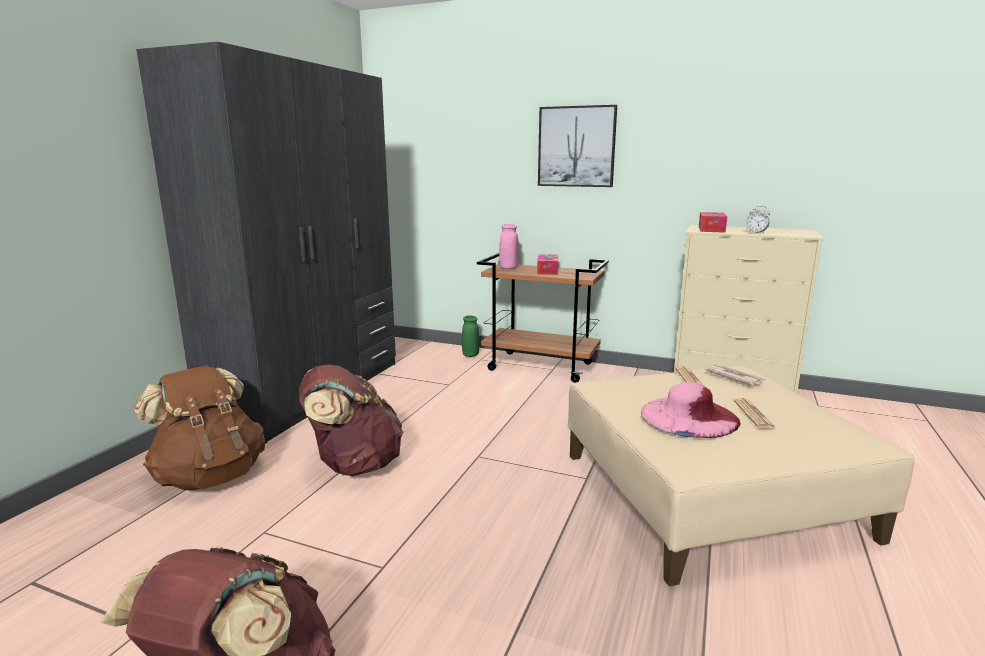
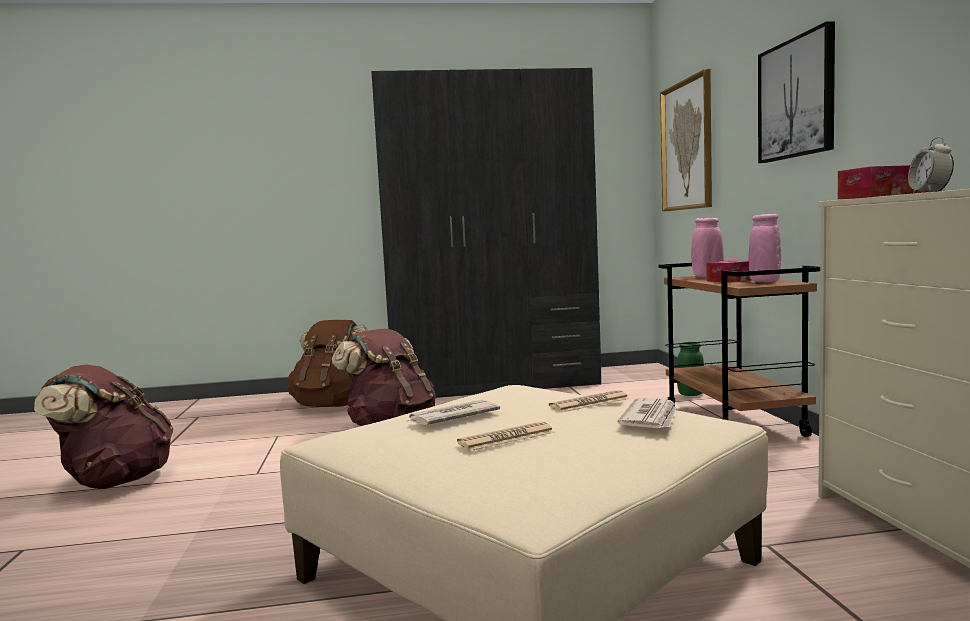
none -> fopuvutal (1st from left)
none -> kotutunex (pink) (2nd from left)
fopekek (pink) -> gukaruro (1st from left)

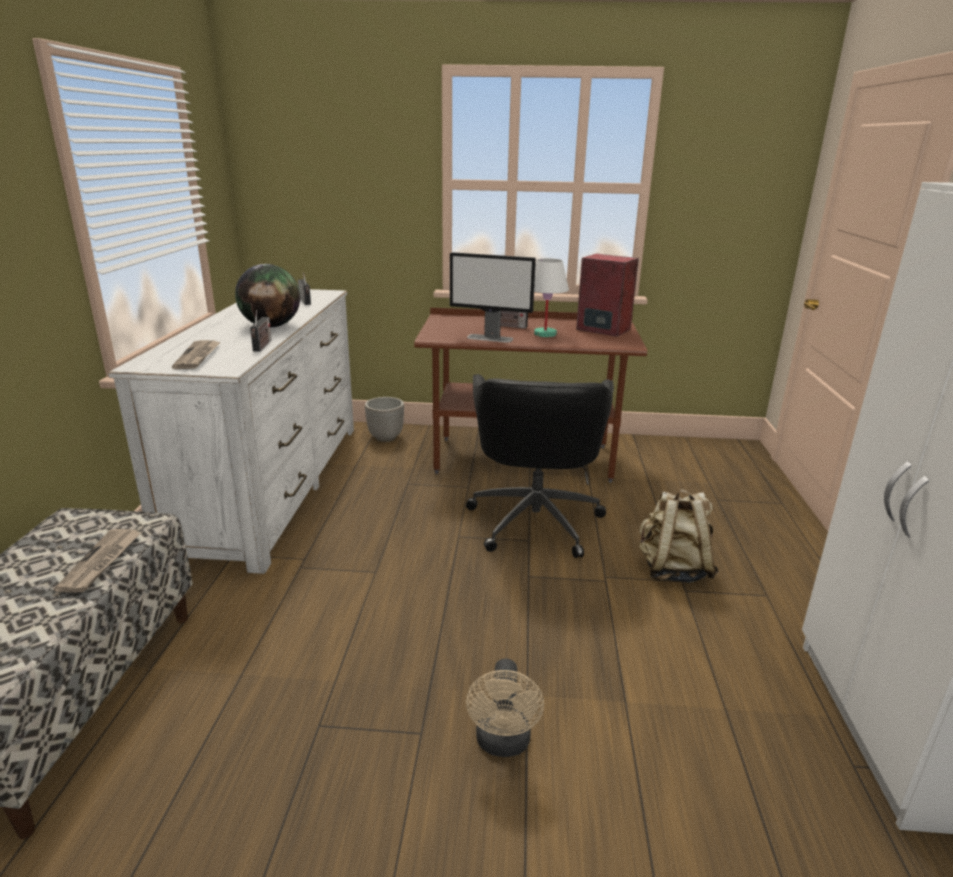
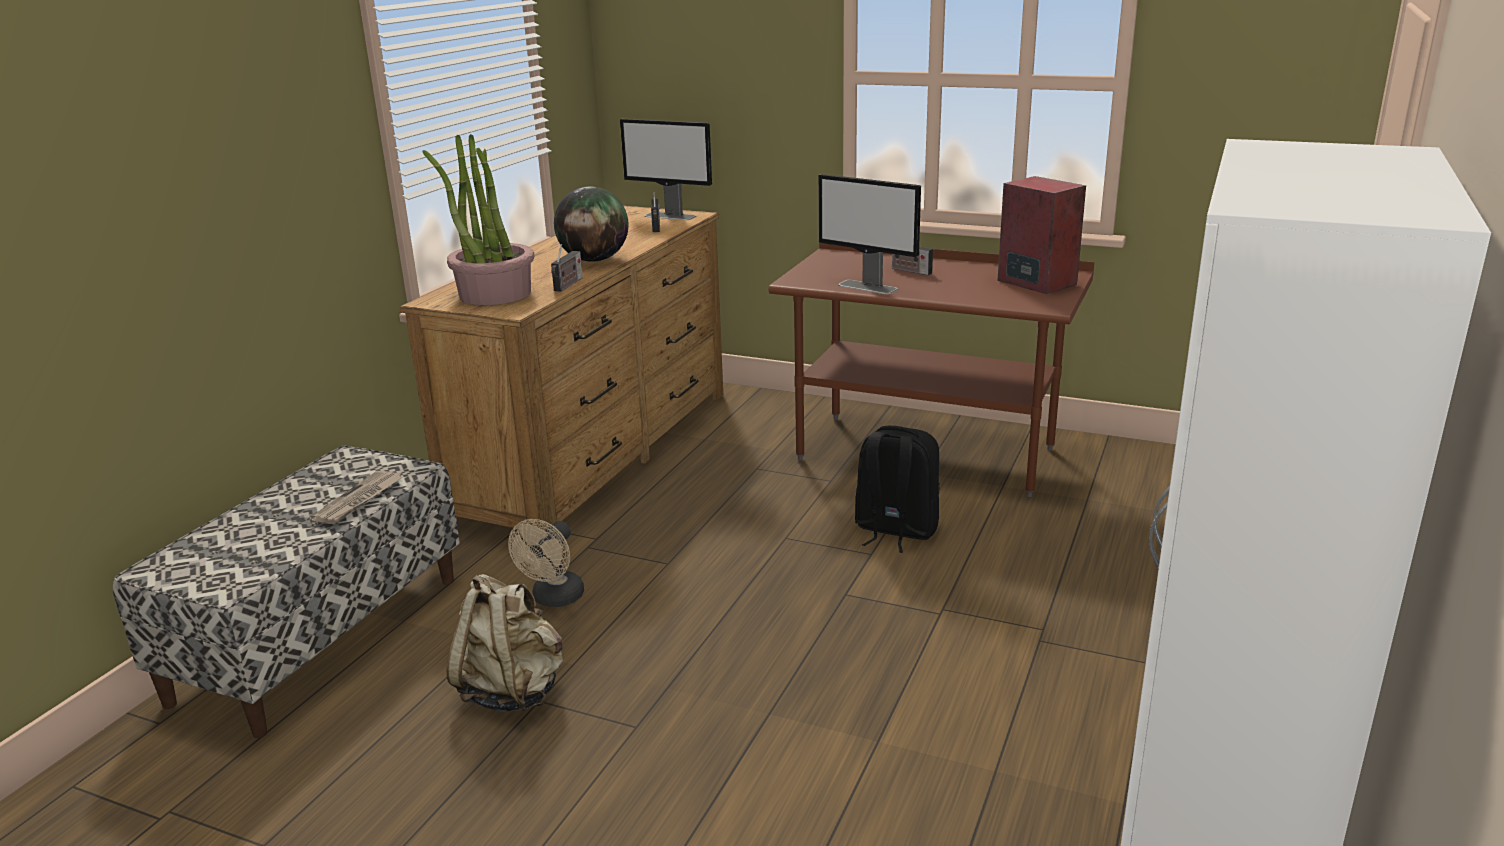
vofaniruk -> none
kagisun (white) -> none
none -> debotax (1st from left)
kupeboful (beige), move
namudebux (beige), move
gukaruro (2nd from left) -> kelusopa
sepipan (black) -> namudebux (black)
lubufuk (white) -> lubufuk (brown)

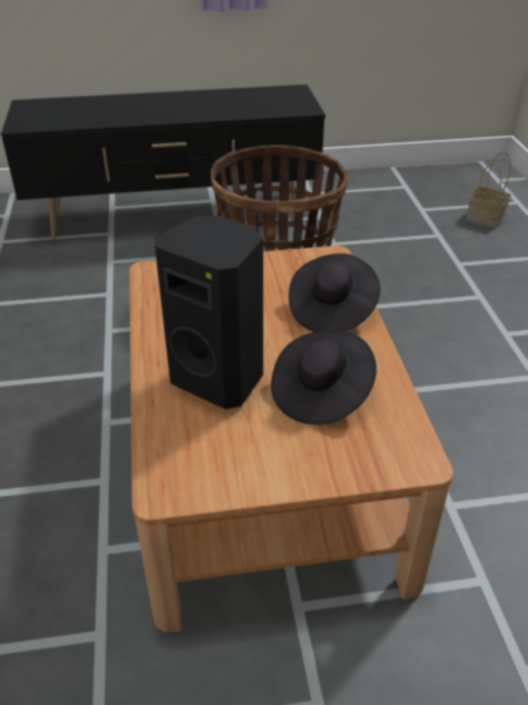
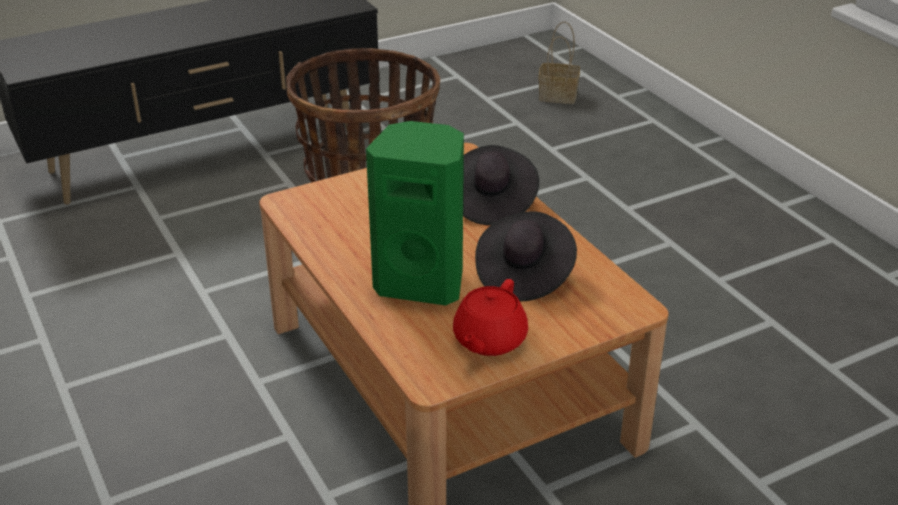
none -> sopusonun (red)
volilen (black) -> volilen (green)

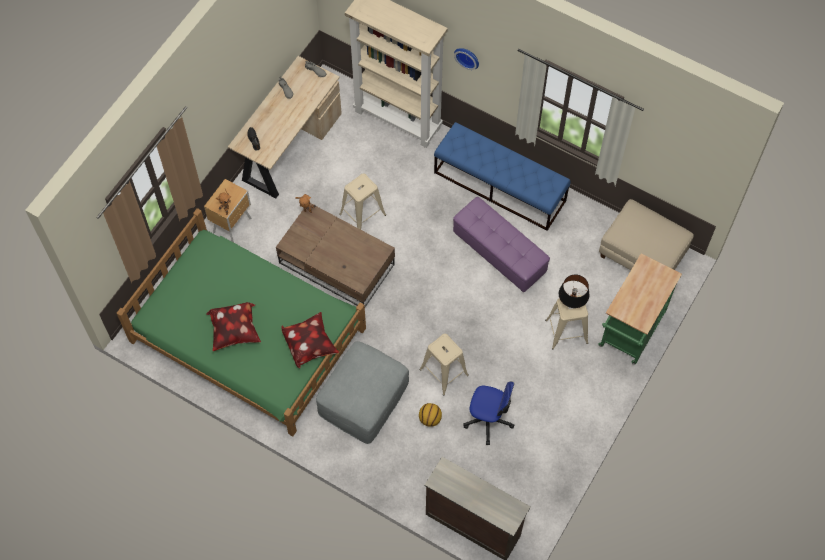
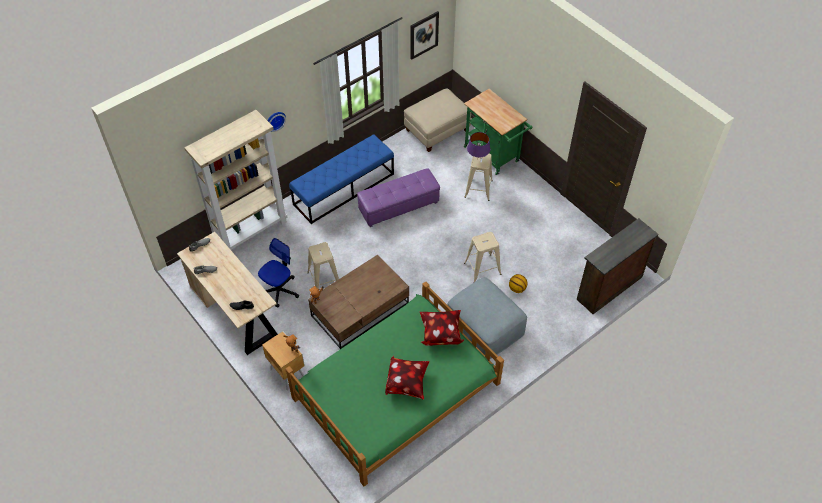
none -> fopuvutal
sepipan, move
kagisun (black) -> kagisun (purple)

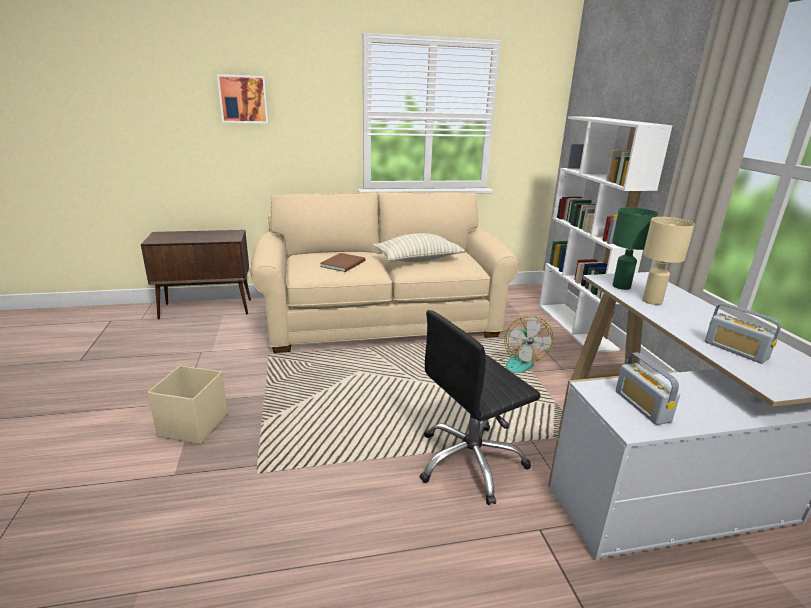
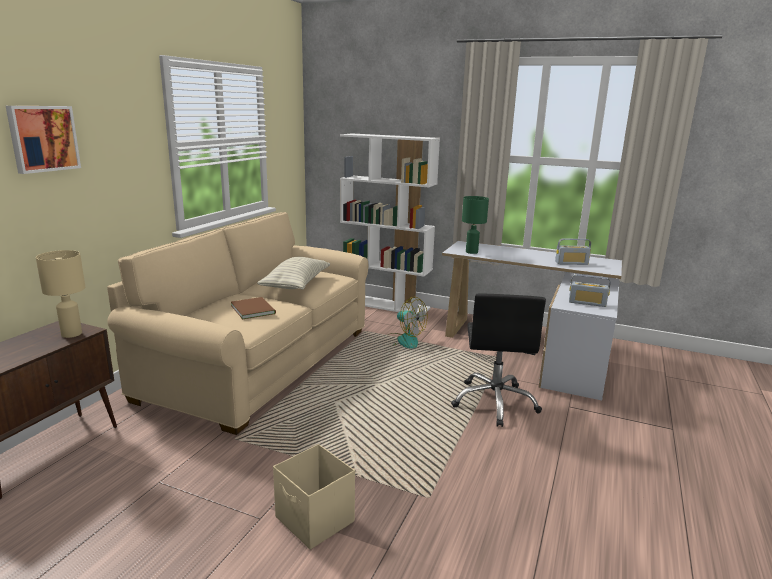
kagisun (beige), move

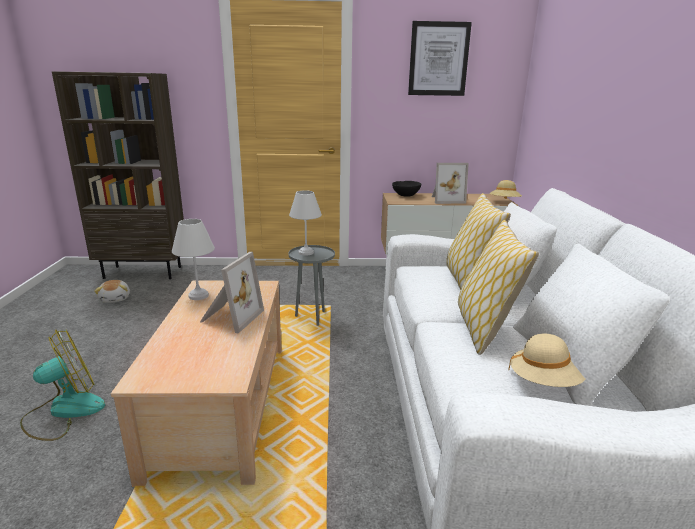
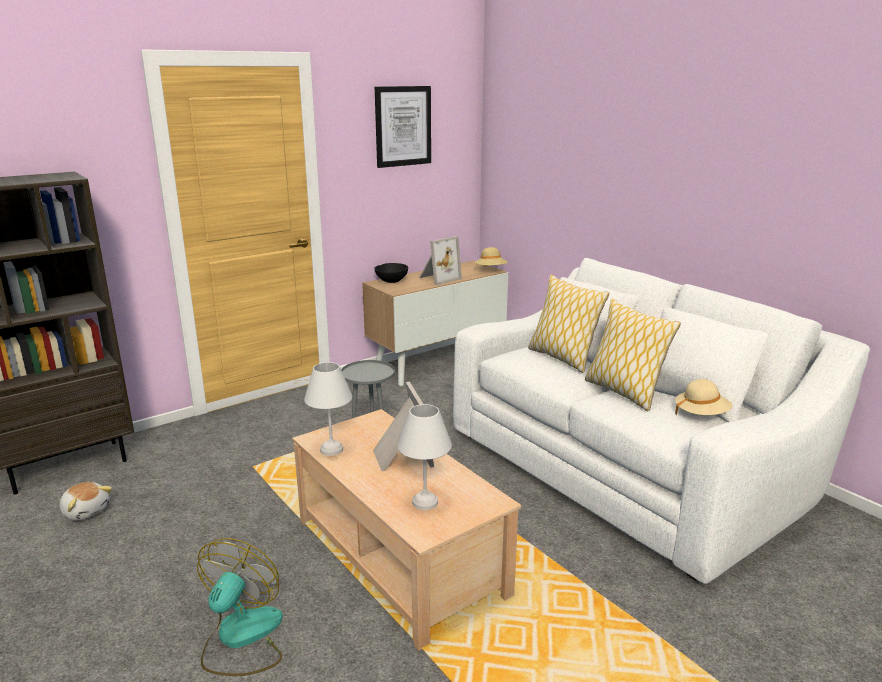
kagisun (white) (2nd from left), move

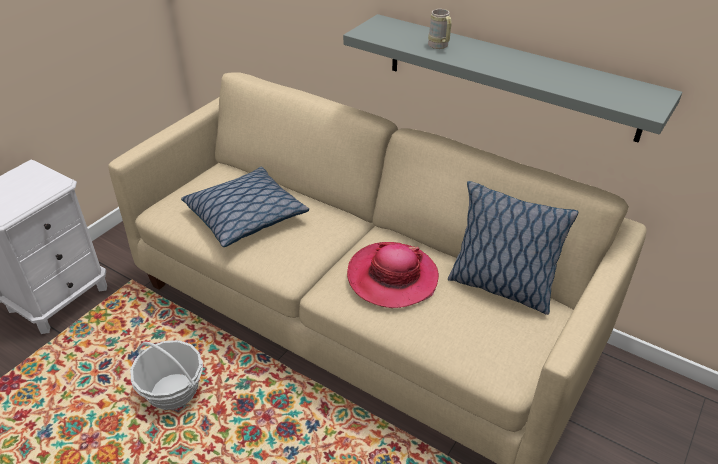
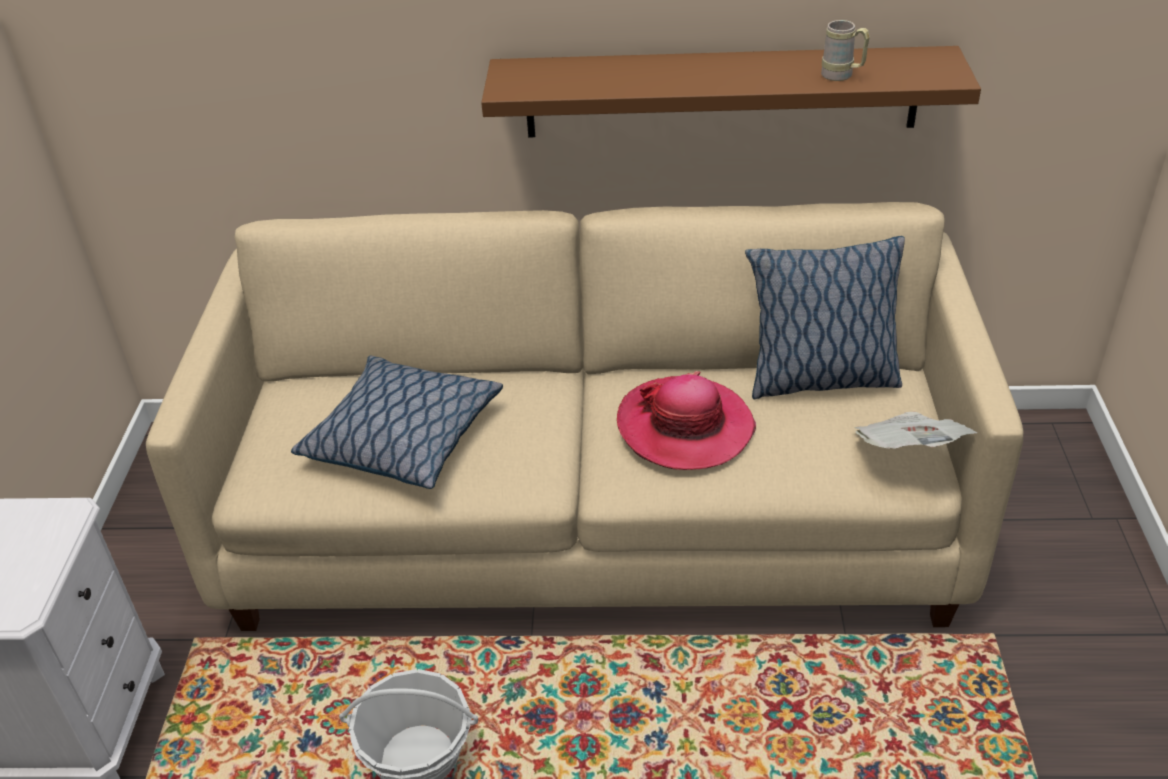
none -> gukaruro
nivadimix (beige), move
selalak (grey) -> selalak (brown)

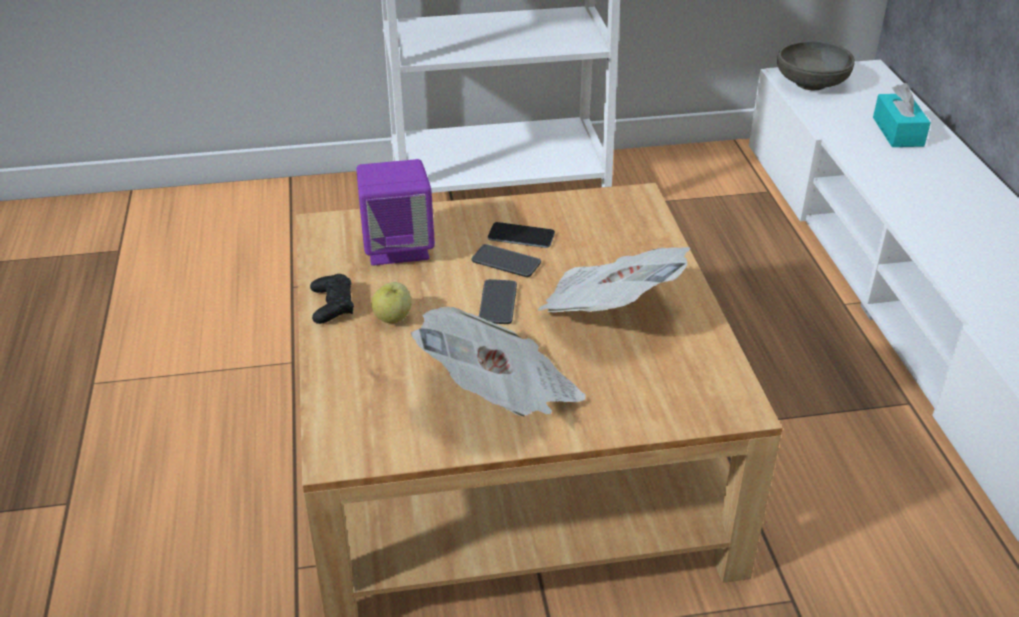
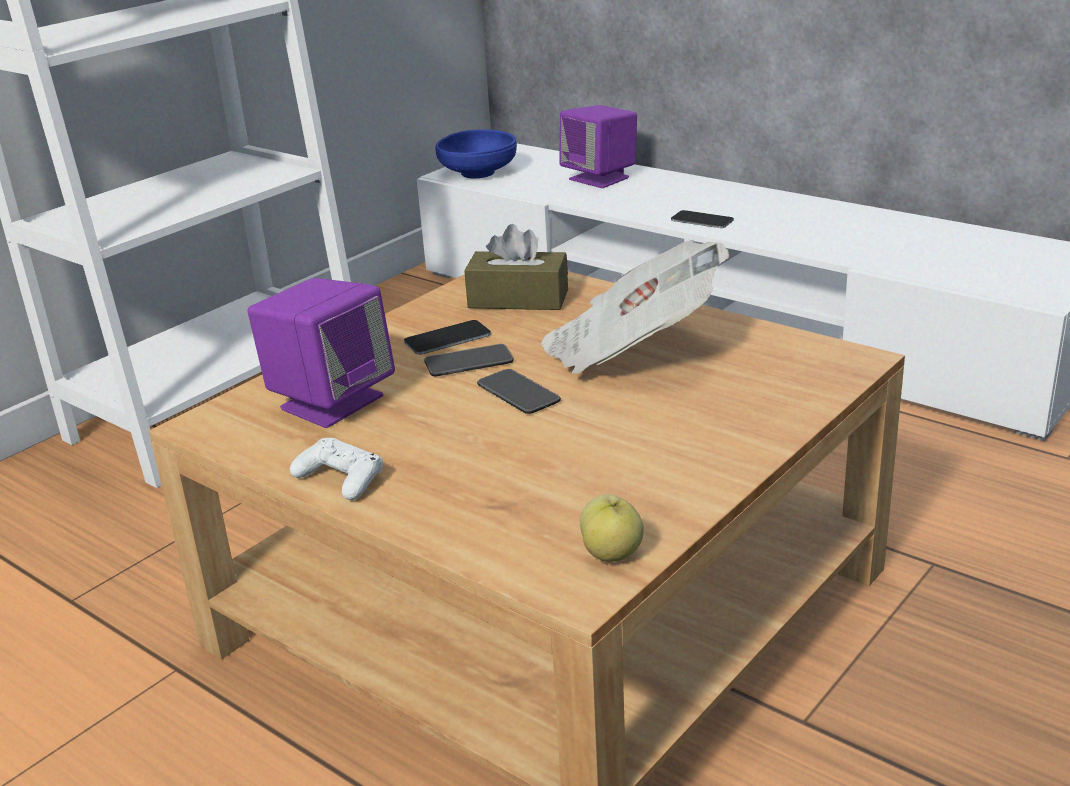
gukaruro (1st from left) -> none
none -> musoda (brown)
none -> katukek (4th from left)
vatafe, move
musoda (turquoise) -> volilen (purple) (2nd from left)
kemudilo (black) -> kemudilo (white)
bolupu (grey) -> bolupu (blue)

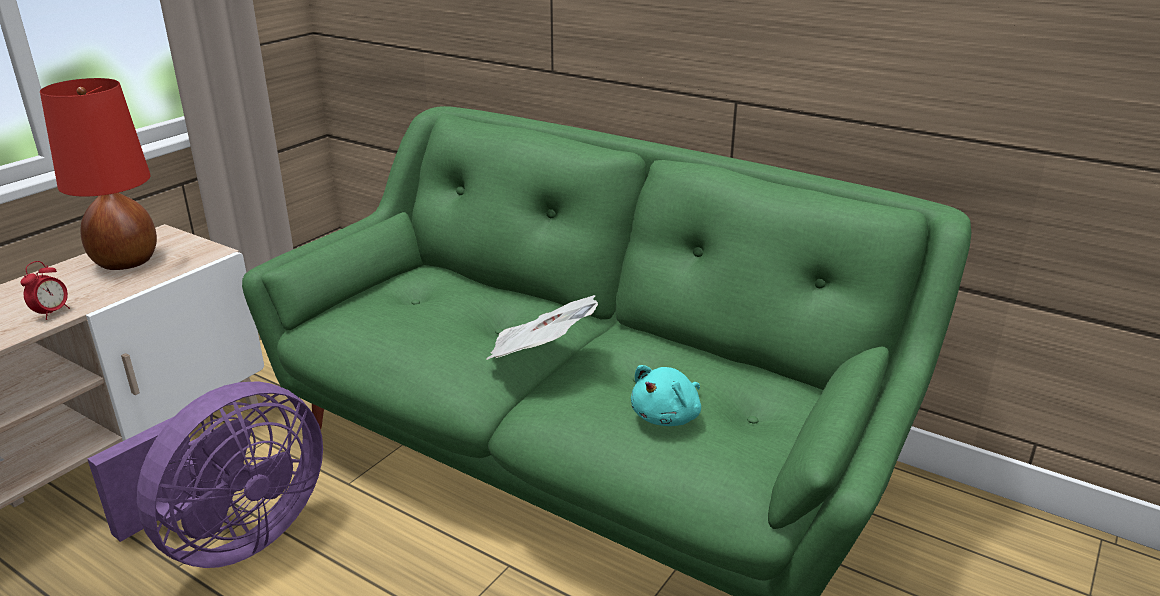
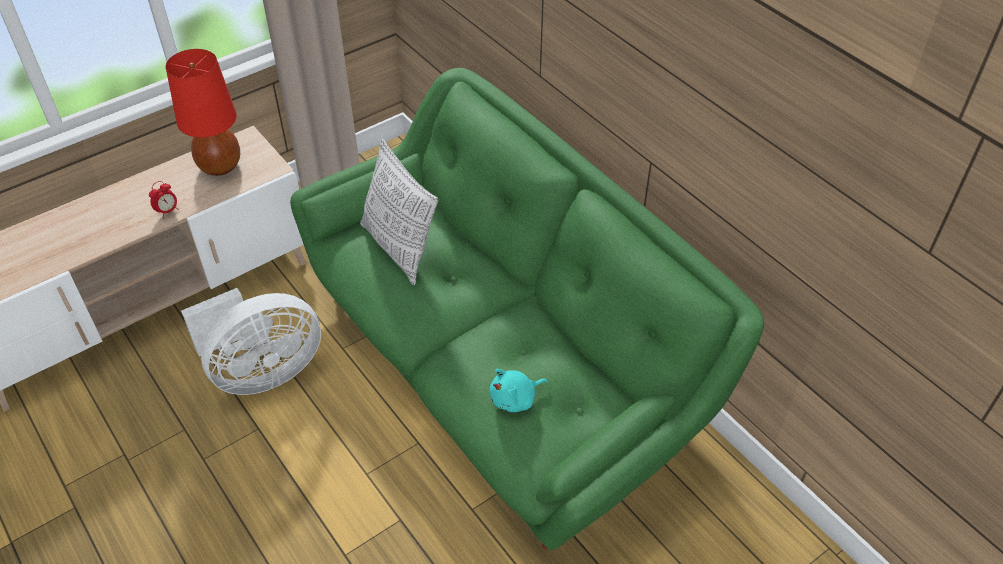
gukaruro -> none
none -> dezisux
kupeboful (purple) -> kupeboful (white)

